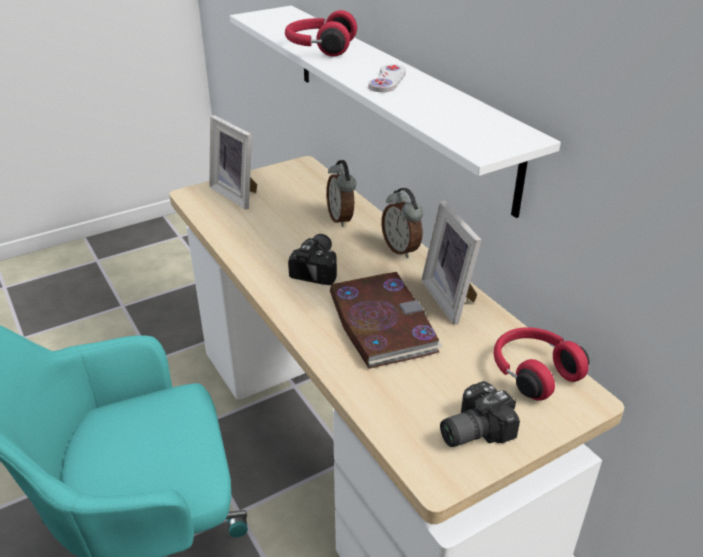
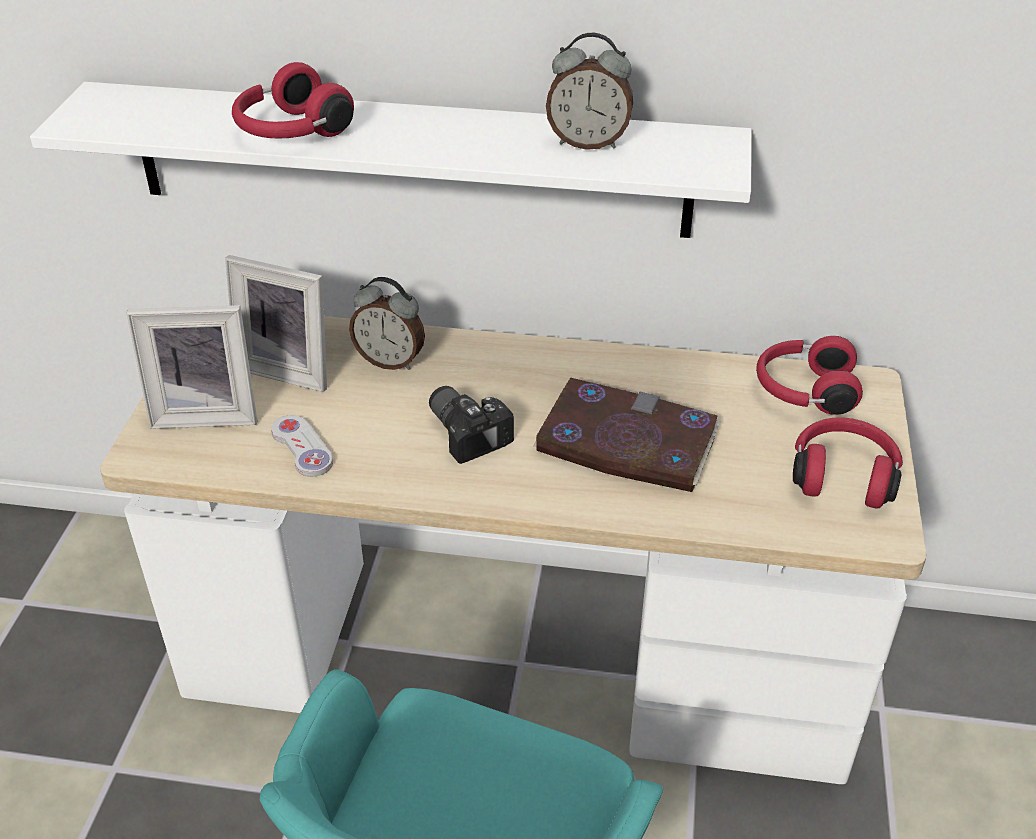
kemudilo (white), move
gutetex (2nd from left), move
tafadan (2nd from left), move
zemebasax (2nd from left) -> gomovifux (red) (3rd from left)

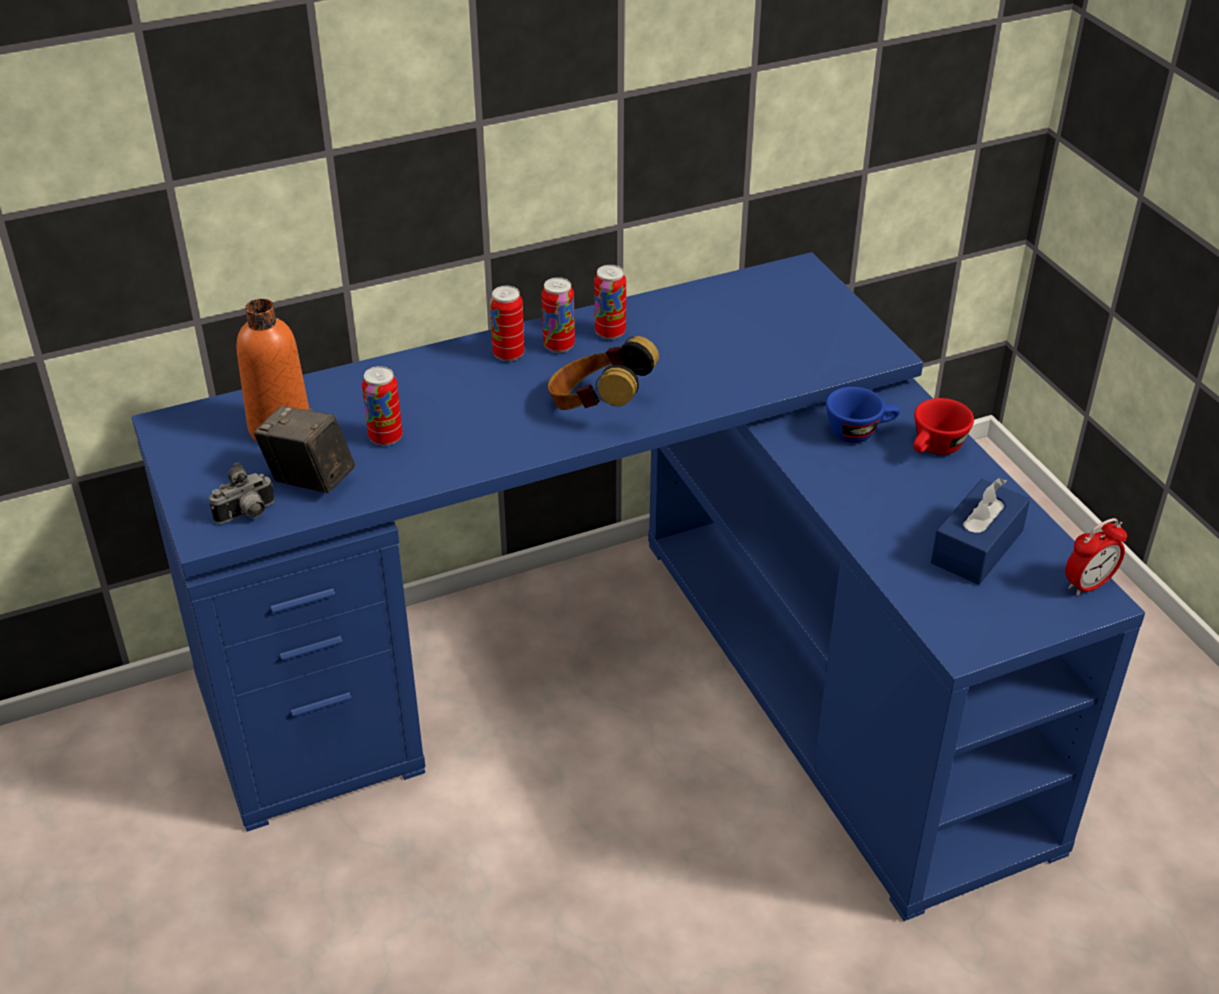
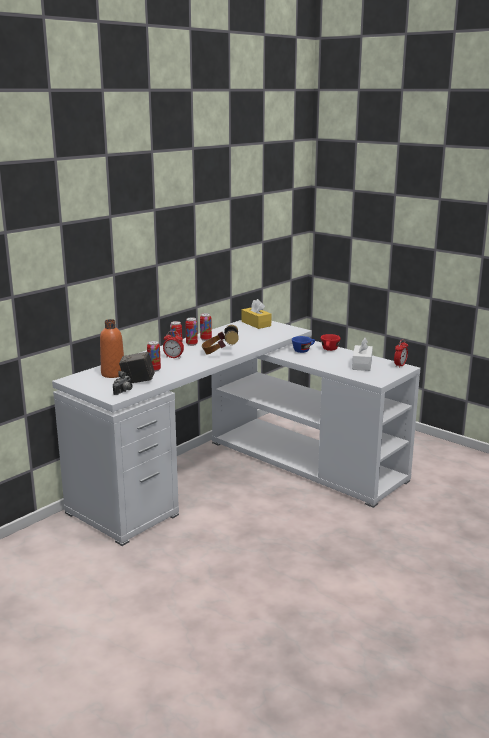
none -> gutetex (1st from left)
none -> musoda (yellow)
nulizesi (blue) -> nulizesi (white)
musoda (blue) -> musoda (white)

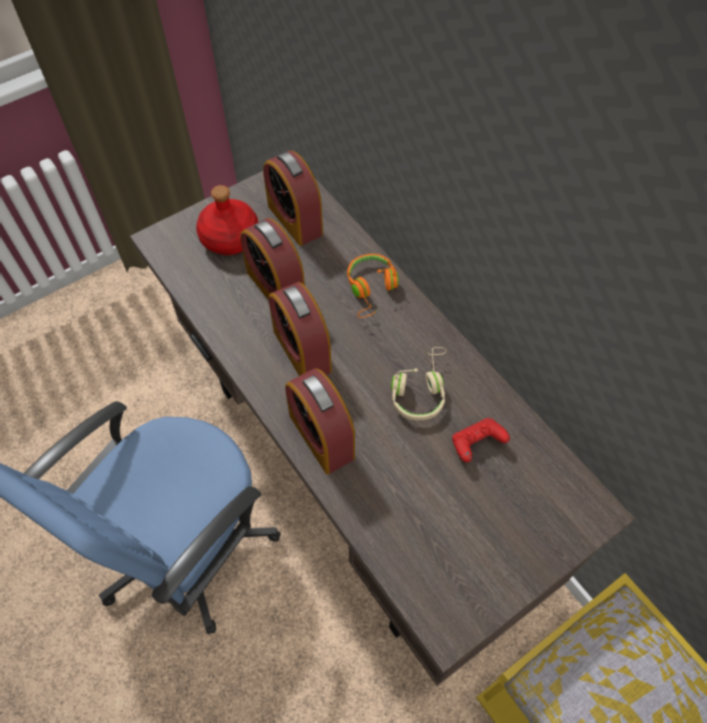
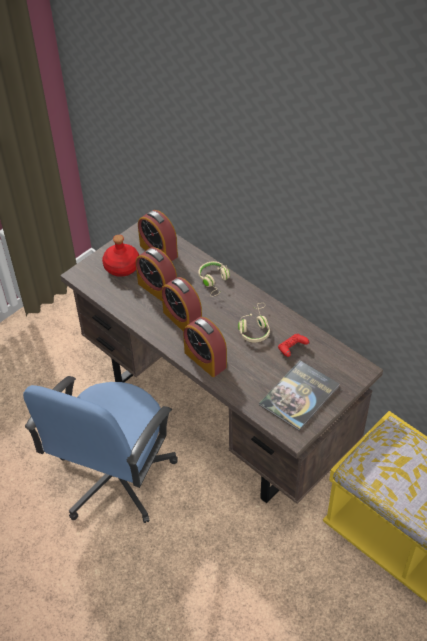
none -> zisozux
gomovifux (orange) -> gomovifux (beige) (1st from left)

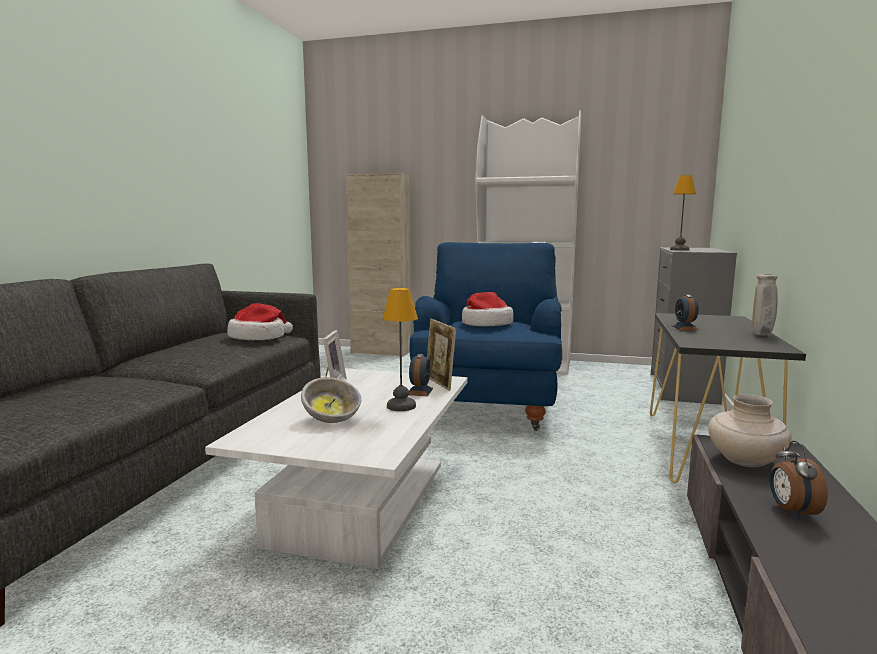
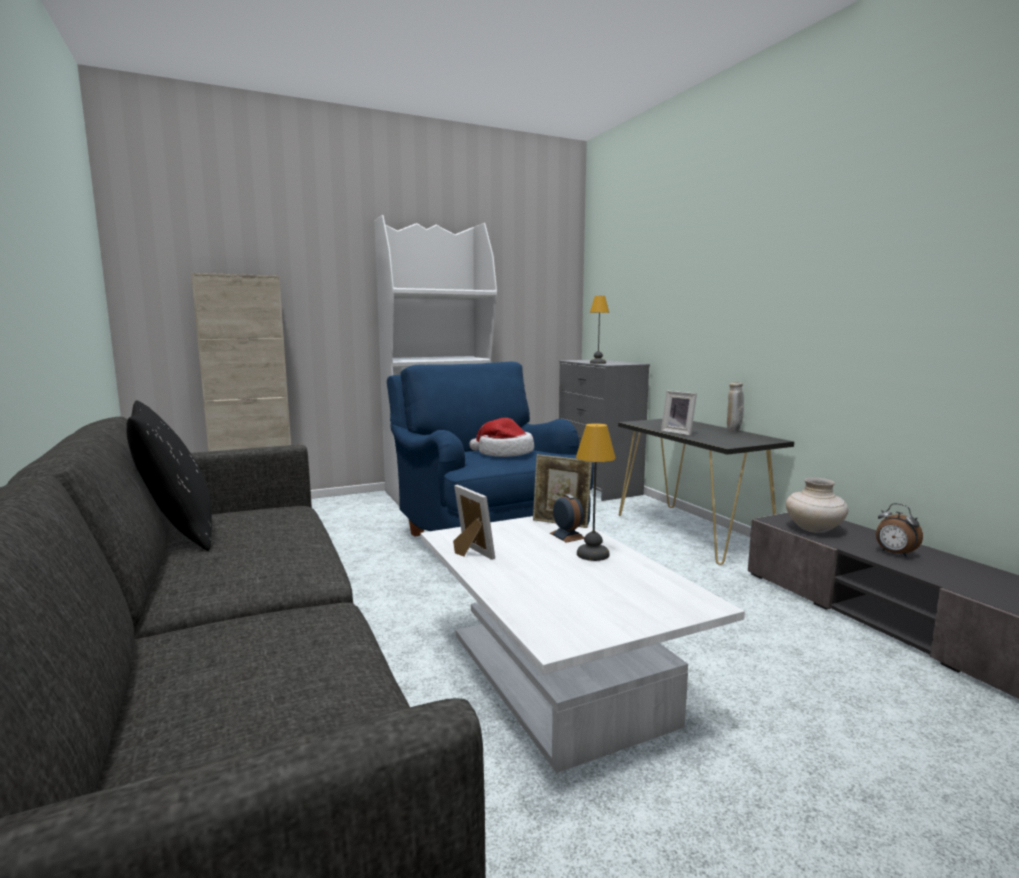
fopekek (1st from left) -> none
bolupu -> none
none -> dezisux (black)
gutetex (2nd from left) -> tafadan (3rd from left)

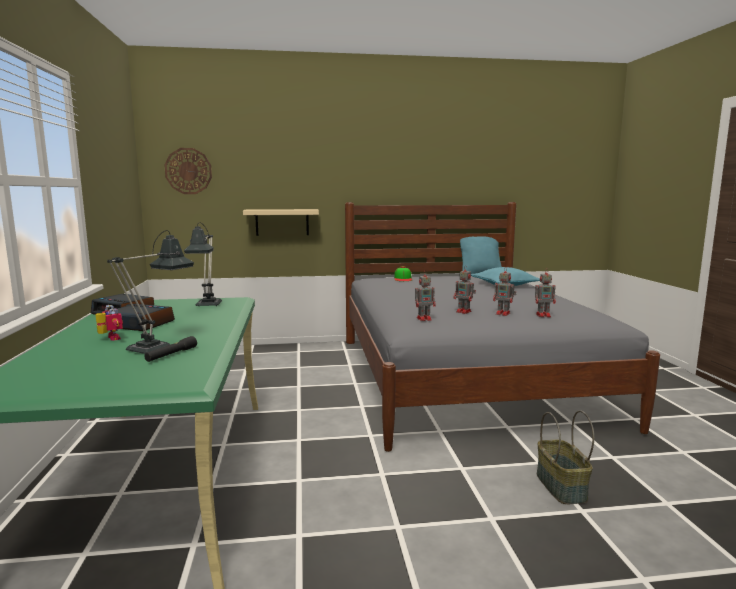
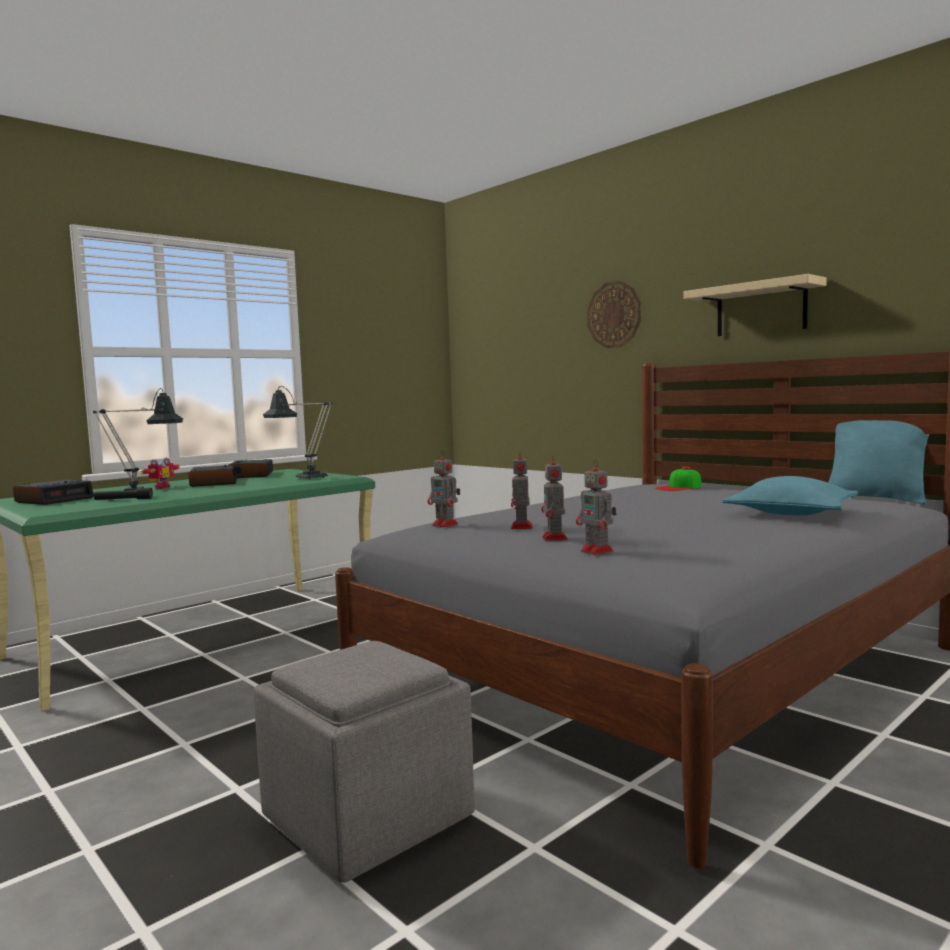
none -> gutetex (1st from left)
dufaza, move
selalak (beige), move
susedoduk -> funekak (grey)

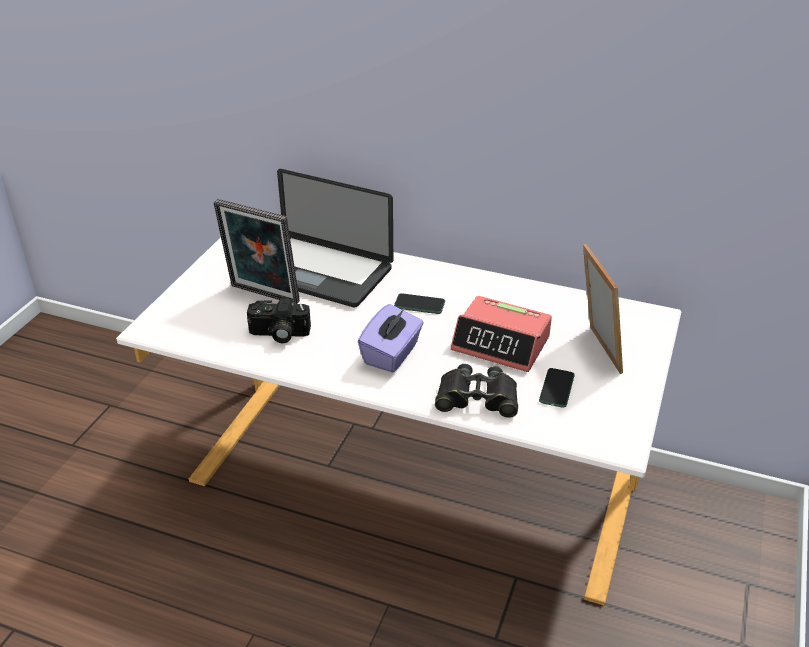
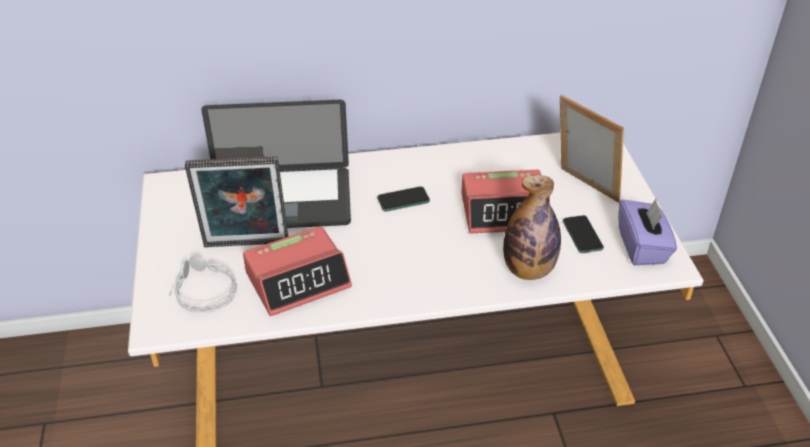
none -> gomovifux (grey)
musoda (purple), move
zemebasax -> gutetex (1st from left)
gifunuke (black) -> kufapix

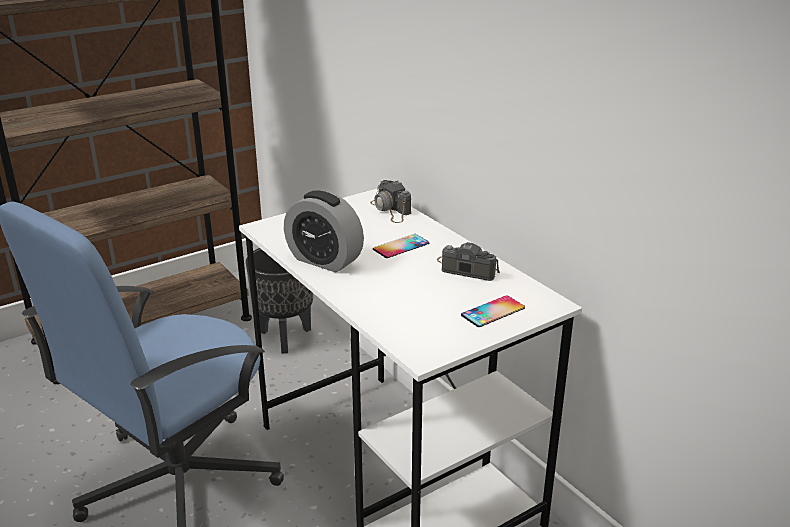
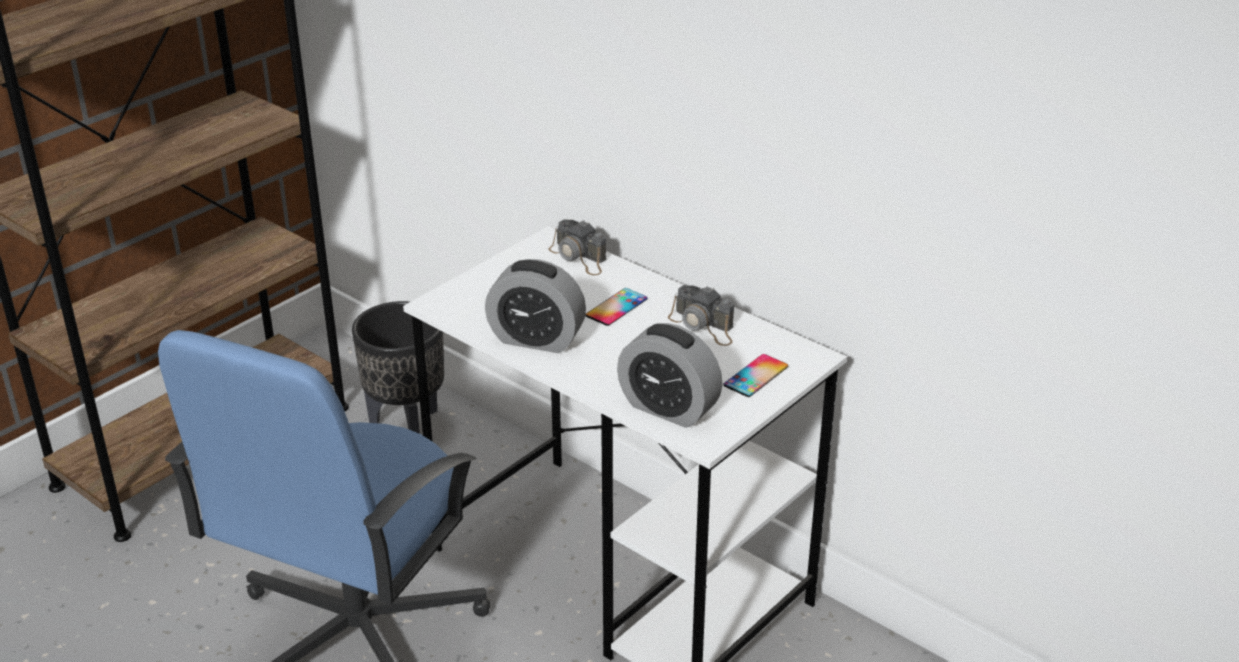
none -> gutetex (2nd from left)
zemebasax (2nd from left), 150 degrees counterclockwise

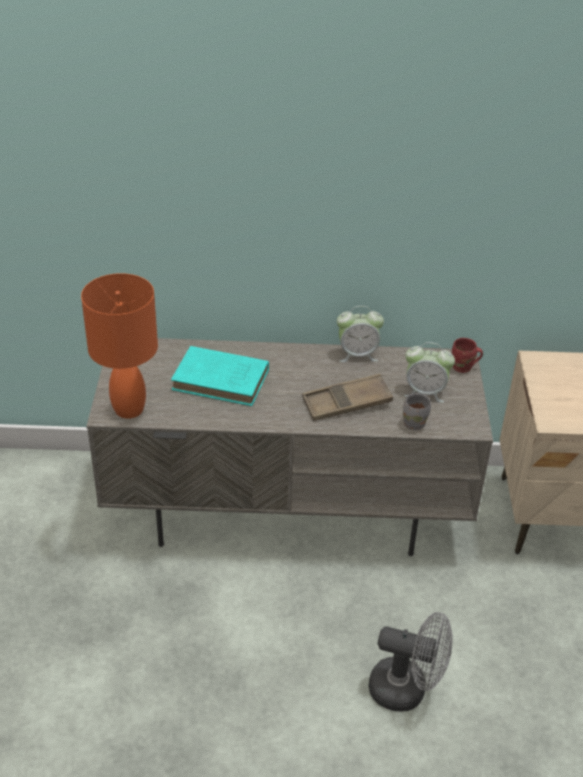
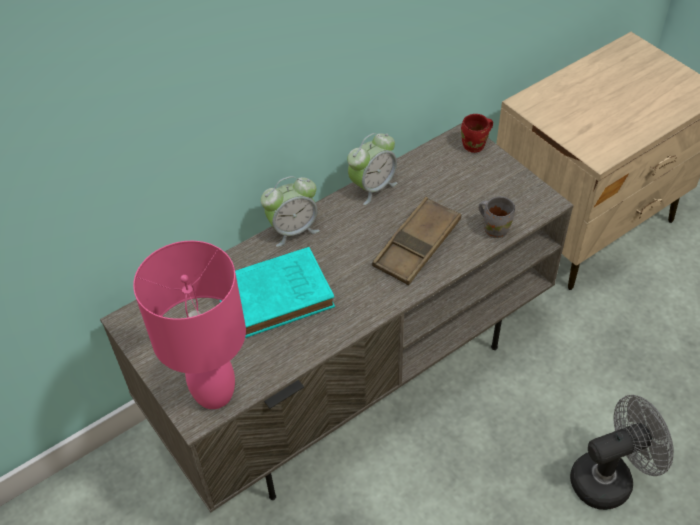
gutetex (2nd from left in the first image) -> gutetex (1st from left), move
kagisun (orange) -> kagisun (pink)

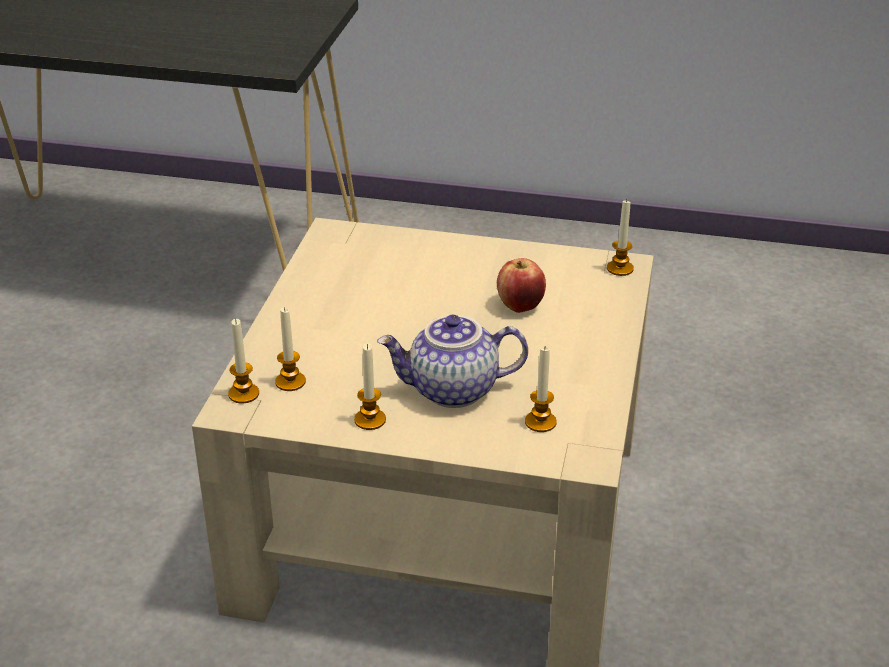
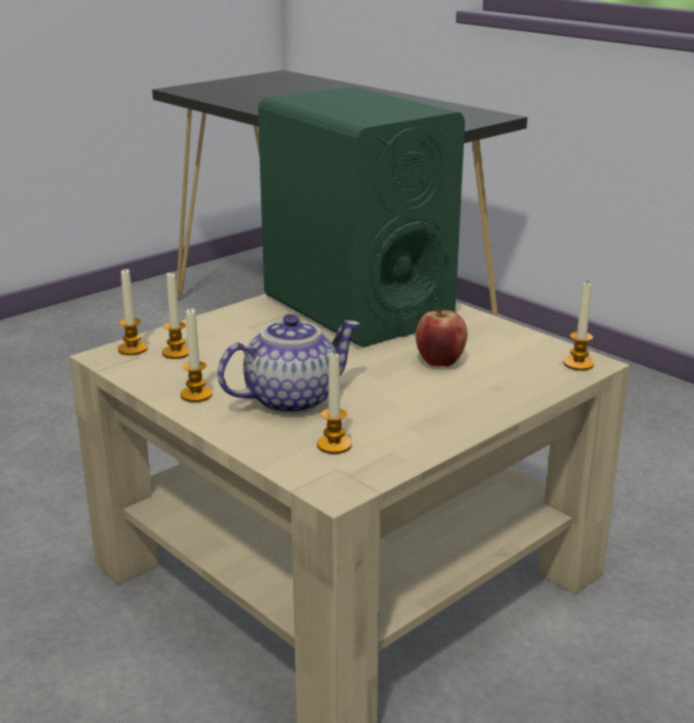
none -> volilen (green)
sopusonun, 120 degrees clockwise

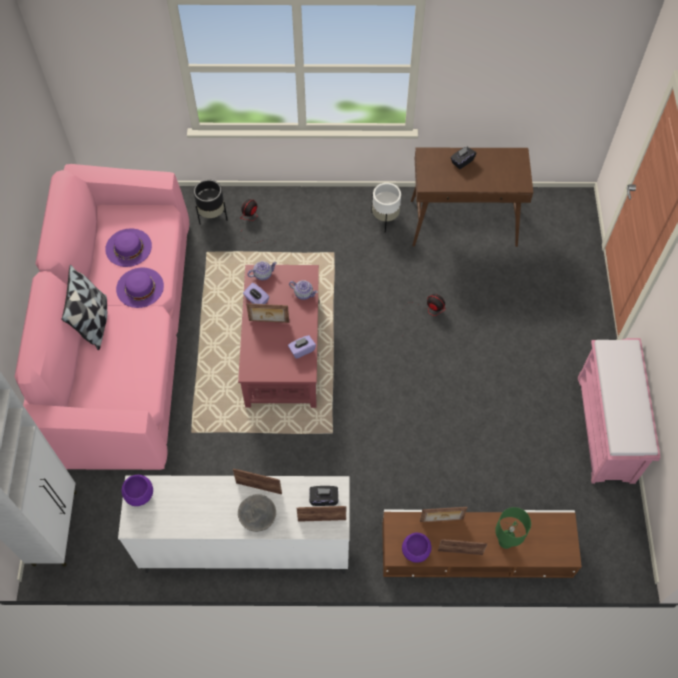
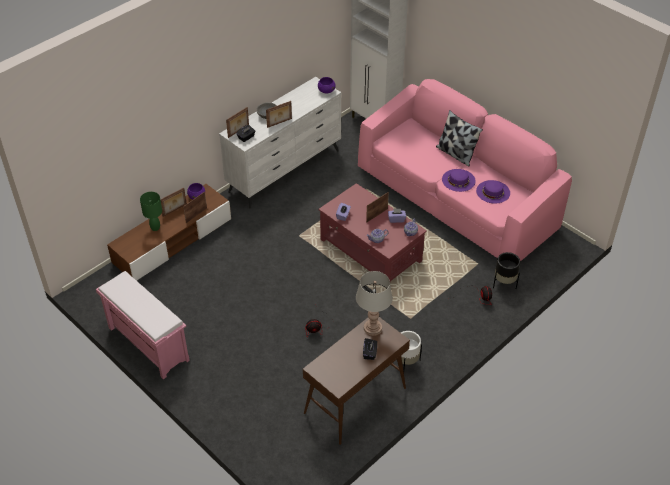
none -> kagisun (grey)

